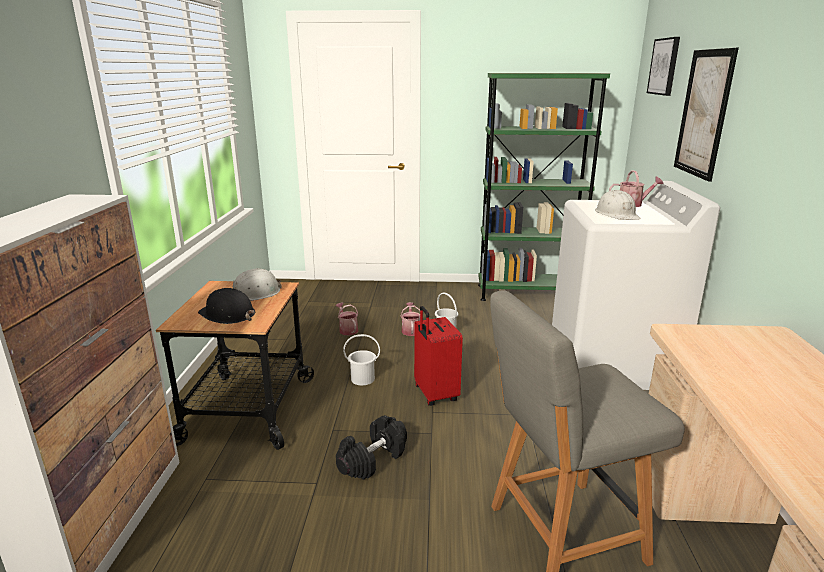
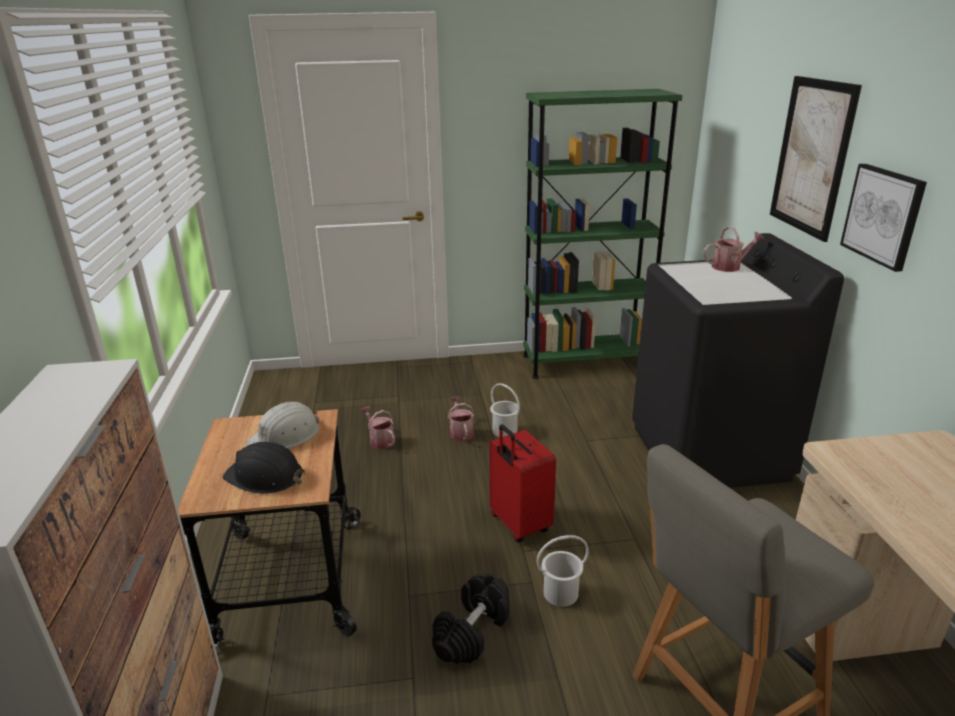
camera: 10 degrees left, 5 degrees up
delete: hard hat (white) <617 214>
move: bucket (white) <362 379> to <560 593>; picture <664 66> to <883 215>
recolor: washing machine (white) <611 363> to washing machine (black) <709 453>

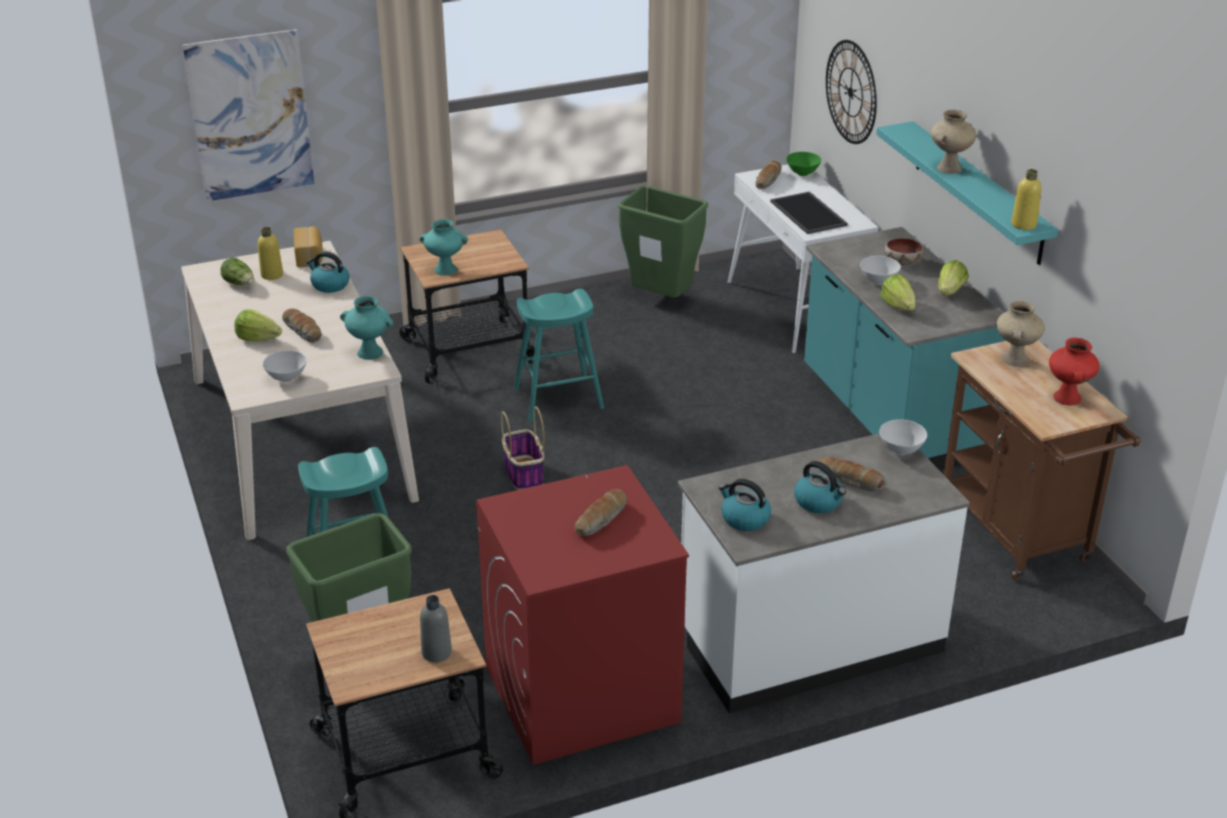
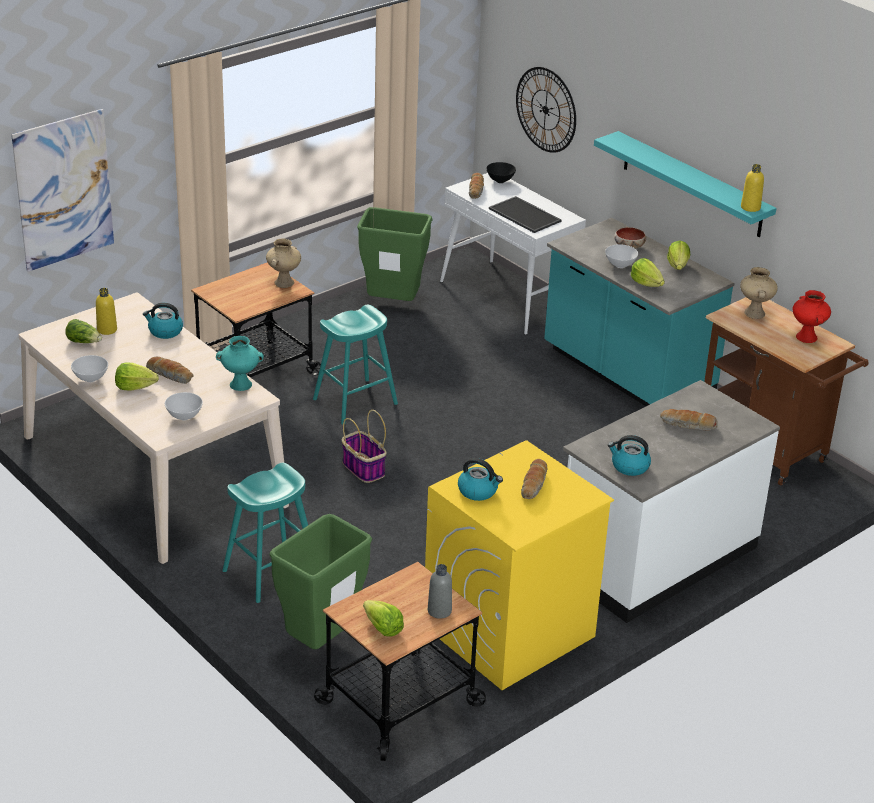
camera: 20 degrees left, 0 degrees up
delete: bread <309 256>; vase (turquoise) <445 270>
insert: lettuce <382 628>
move: kettle <819 502> to <478 491>; bowl (white) <900 451> to <90 379>; vase (beige) <949 168> to <284 282>
recolor: washing machine (red) <580 694> to washing machine (yellow) <508 631>; bowl (green) <803 173> to bowl (black) <500 181>

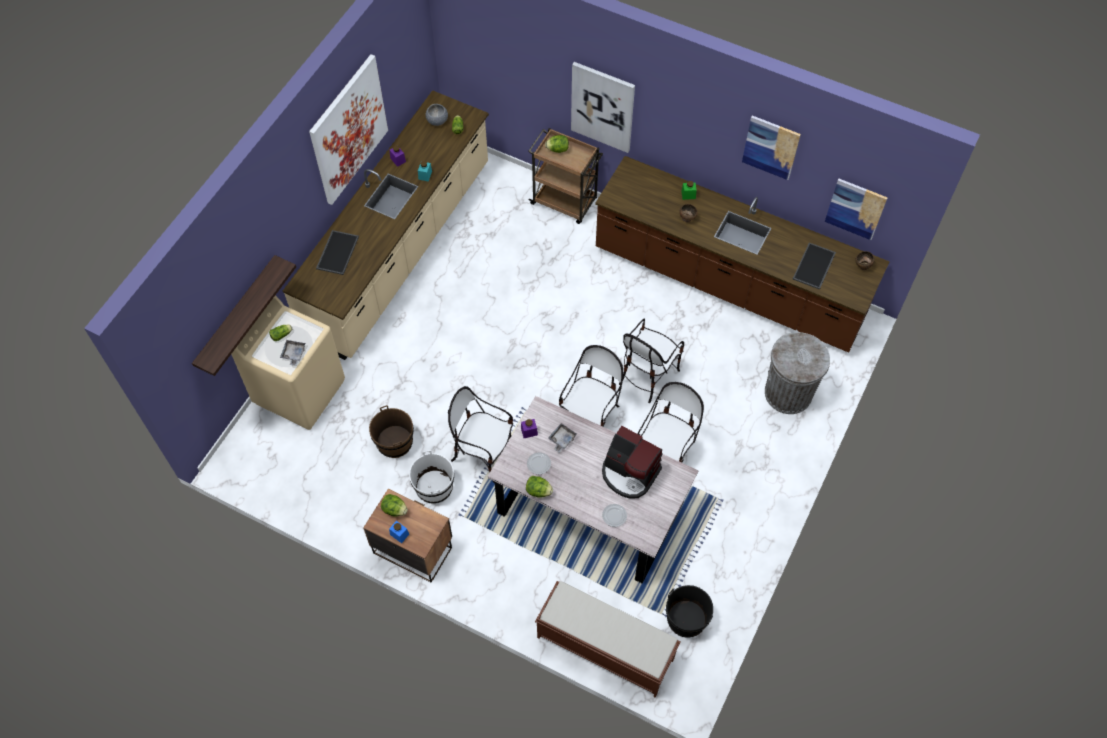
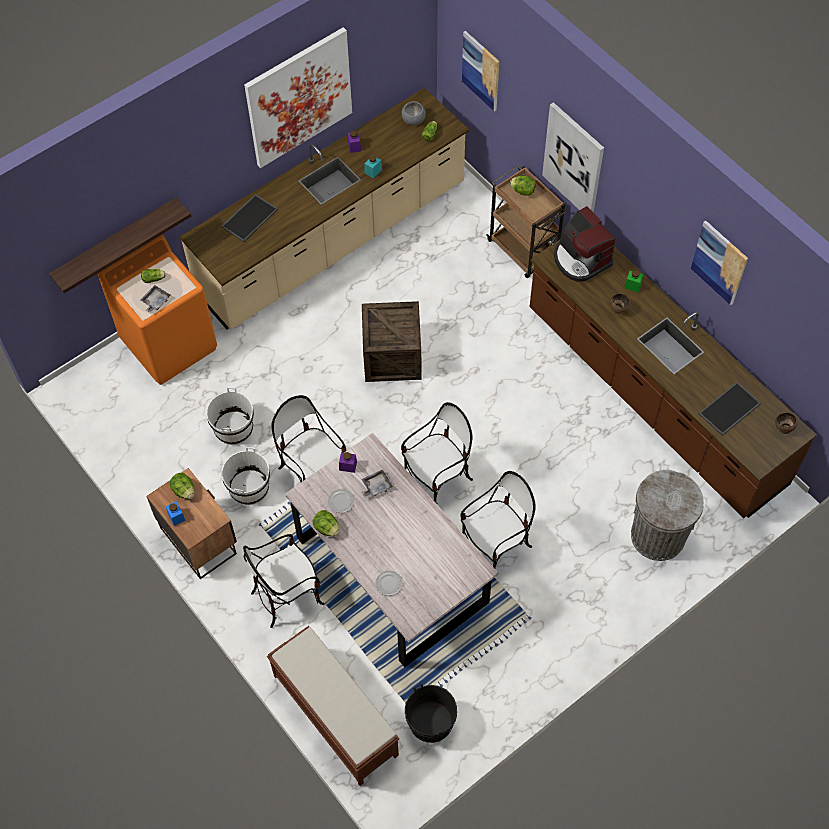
camera: 25 degrees right, 0 degrees up
insert: crate <392 356>
move: coffee machine <629 473> to <581 259>; chair <648 375> to <287 595>; picture <855 208> to <481 70>
recolor: washing machine (beige) <300 391> to washing machine (orange) <170 344>; bucket (brown) <394 442> to bucket (white) <233 428>

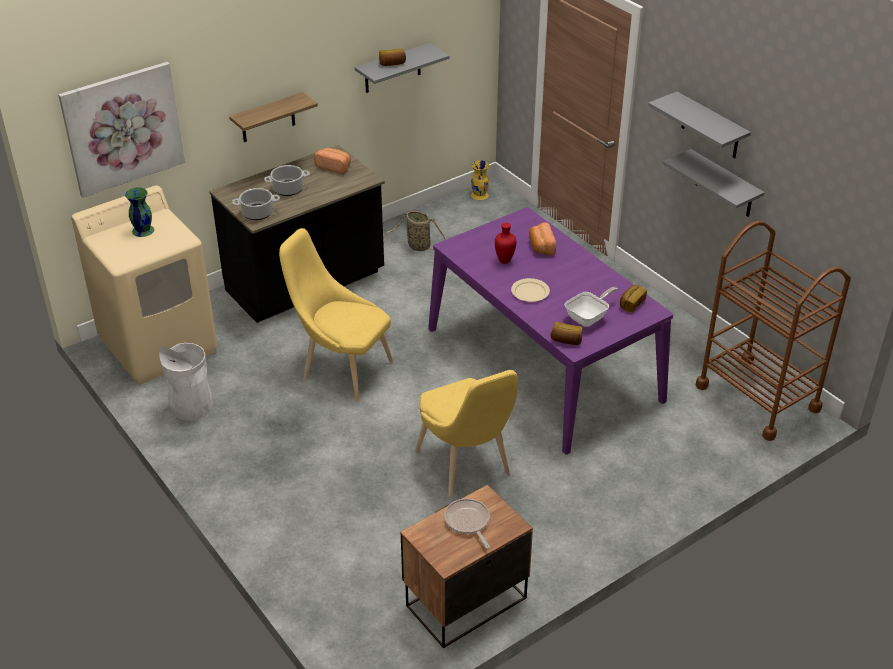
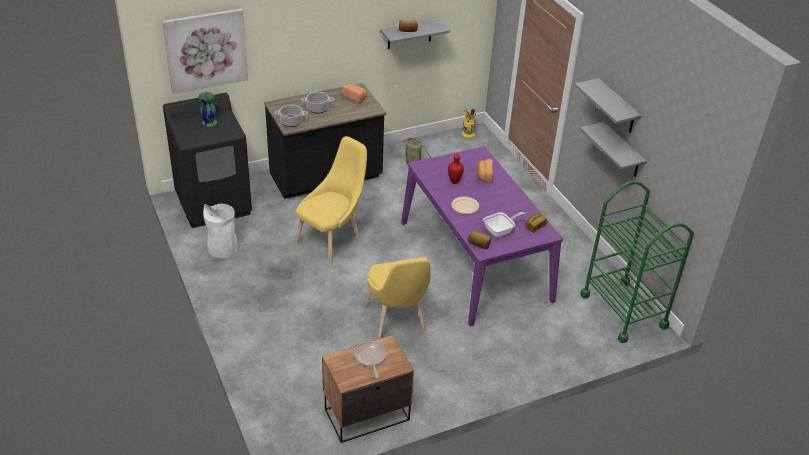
camera: 10 degrees right, 0 degrees up
delete: shelf <268 118>
recolor: washing machine (beige) <159 345> to washing machine (black) <214 203>; cart (brown) <757 397> to cart (green) <623 310>
rotate: chair (yellow) <342 369> = <332 240> 90 degrees clockwise

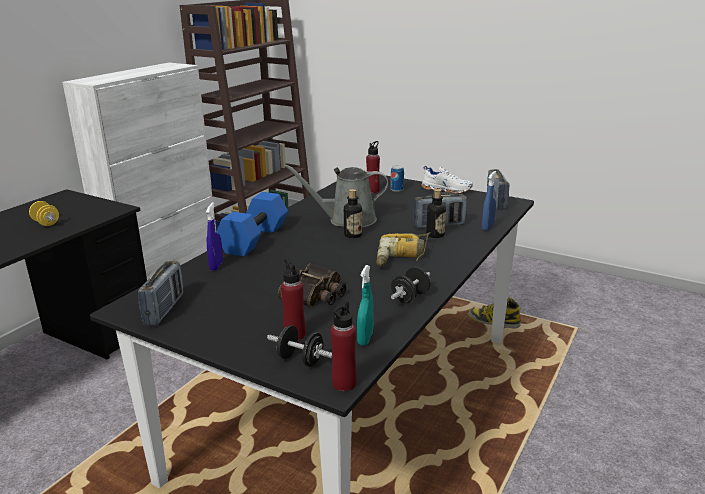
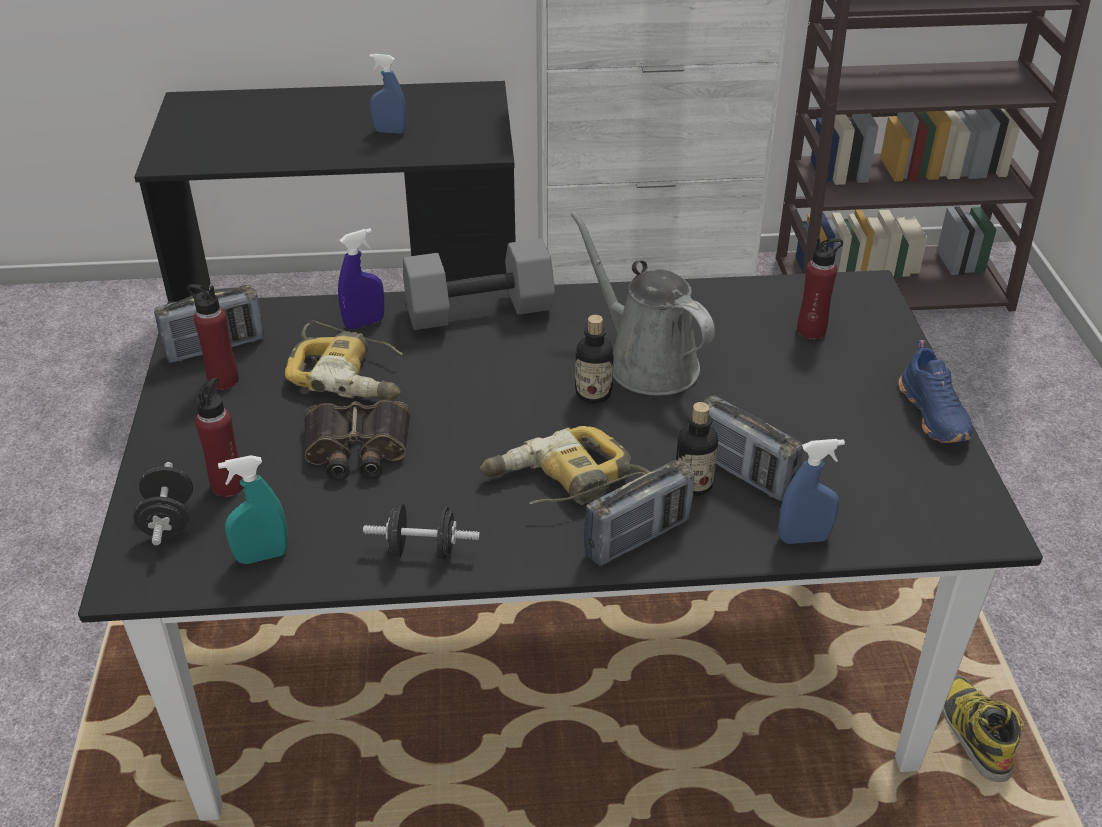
camera: 55 degrees right, 15 degrees up
delete: can <397 189>
insert: power drill <350 374>
move: bottle (red) <344 383> to <223 380>; radio <496 202> to <637 537>
replace: dumbbell (yellow) <46 223> to spray bottle (blue) <390 131>
recolor: dumbbell (blue) <253 238> to dumbbell (grey) <480 309>; shoe (white) <446 189> to shoe (blue) <935 414>

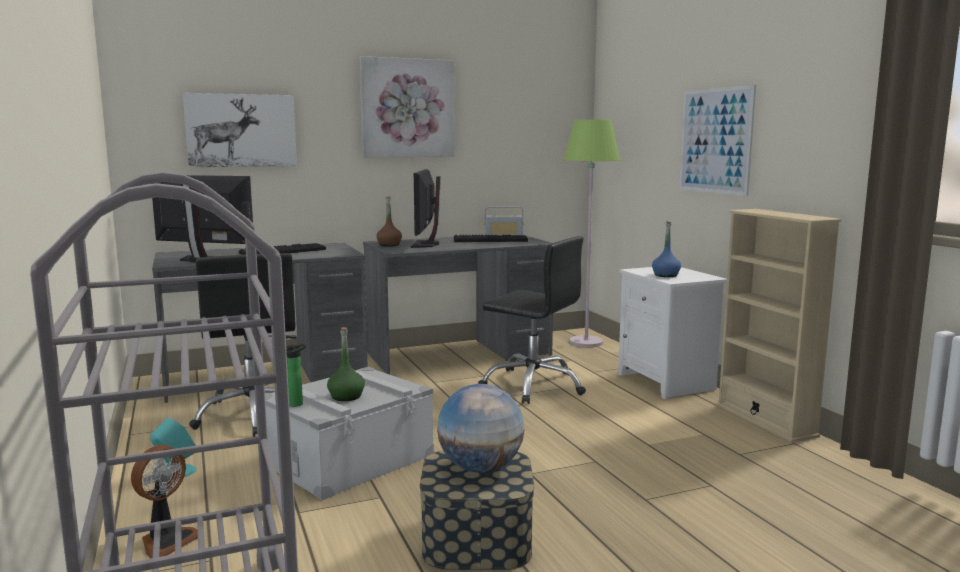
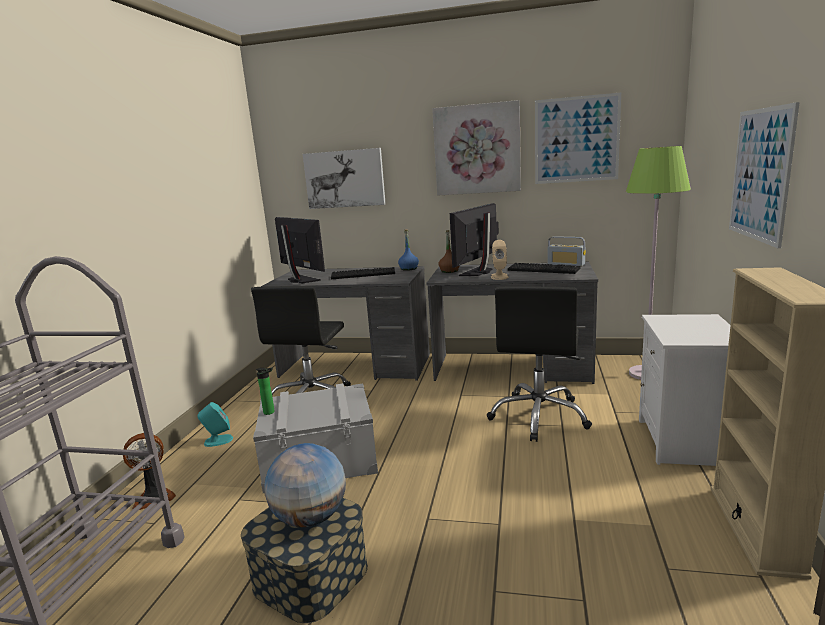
camera: 35 degrees right, 5 degrees up
delete: bottle (green) <346 396>
insert: speaker (beige) <499 276>; picture <576 139>
move: bottle (blue) <666 275> to <409 269>
rotate: office chair (black) <533 385> = <539 416> 45 degrees clockwise

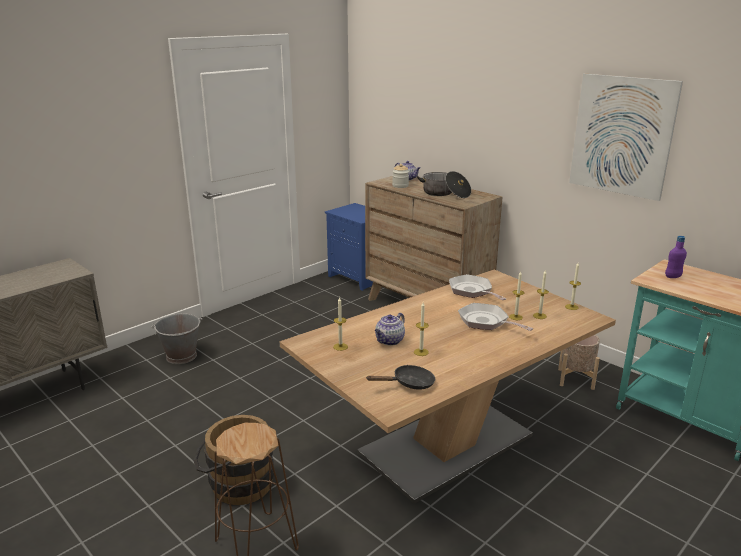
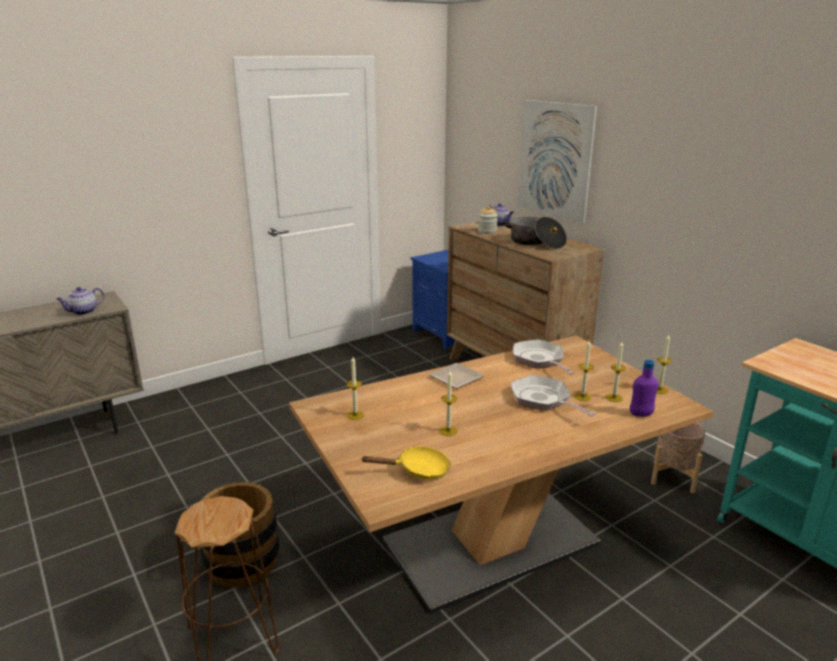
camera: 10 degrees right, 0 degrees up
delete: bucket (grey) <182 356>
insert: plate <456 379>
move: teapot <389 341> to <83 312>; picture <622 136> to <555 160>; bottle (purple) <673 277> to <641 414>
recolor: frying pan (black) <409 383> to frying pan (yellow) <418 470>

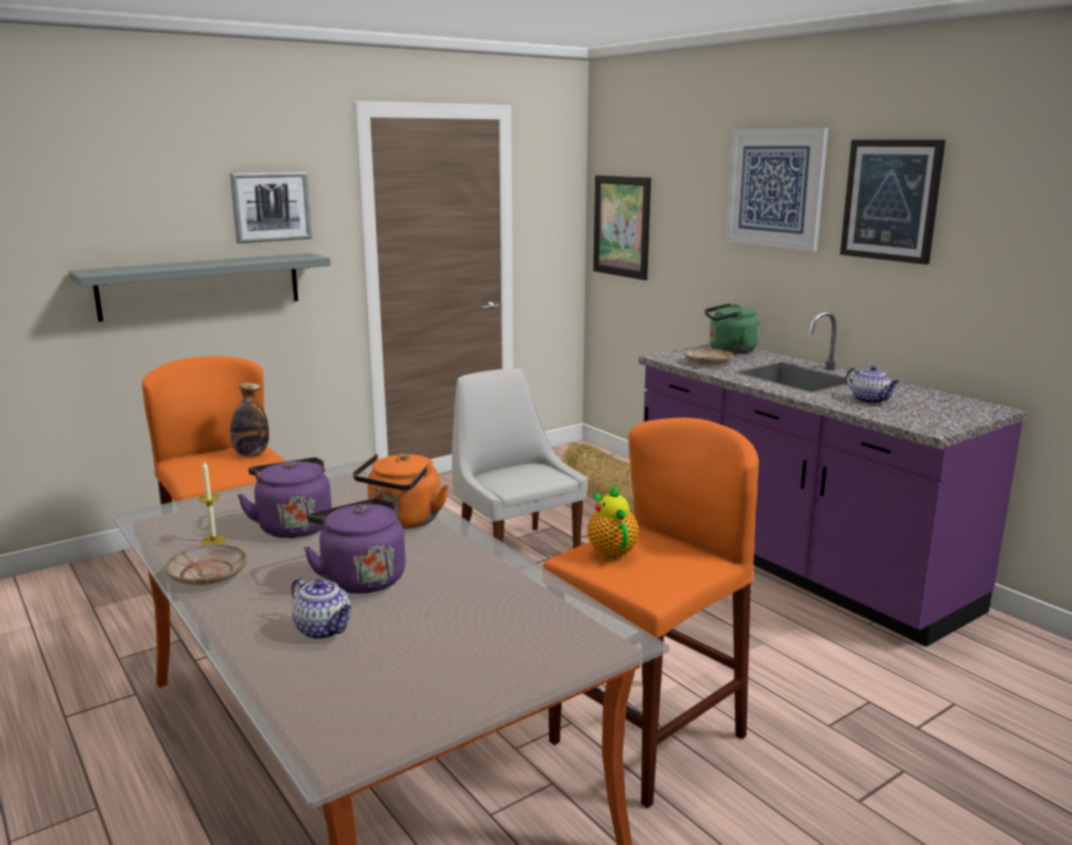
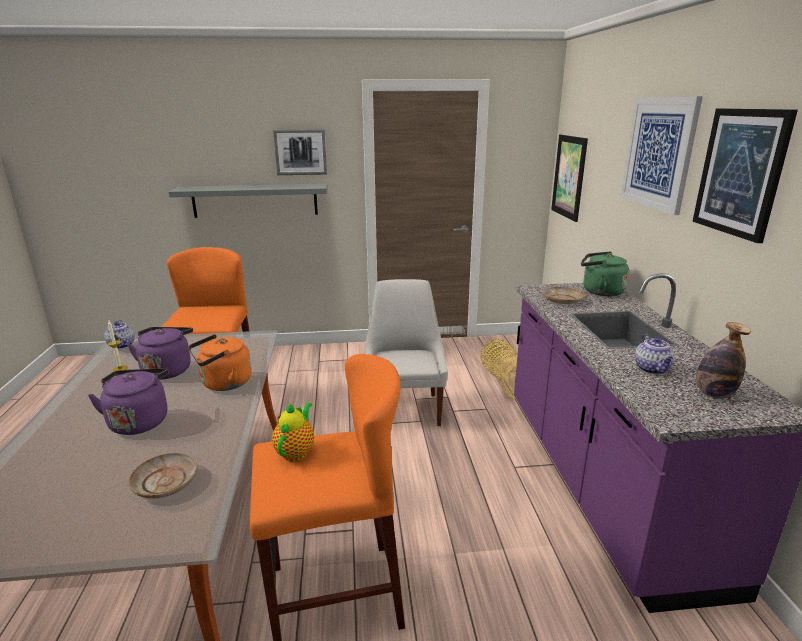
camera: 30 degrees right, 5 degrees up
move: plate (beige) <208 574> to <166 482>; bottle <251 454> to <713 394>; teapot <324 630> to <122 345>

